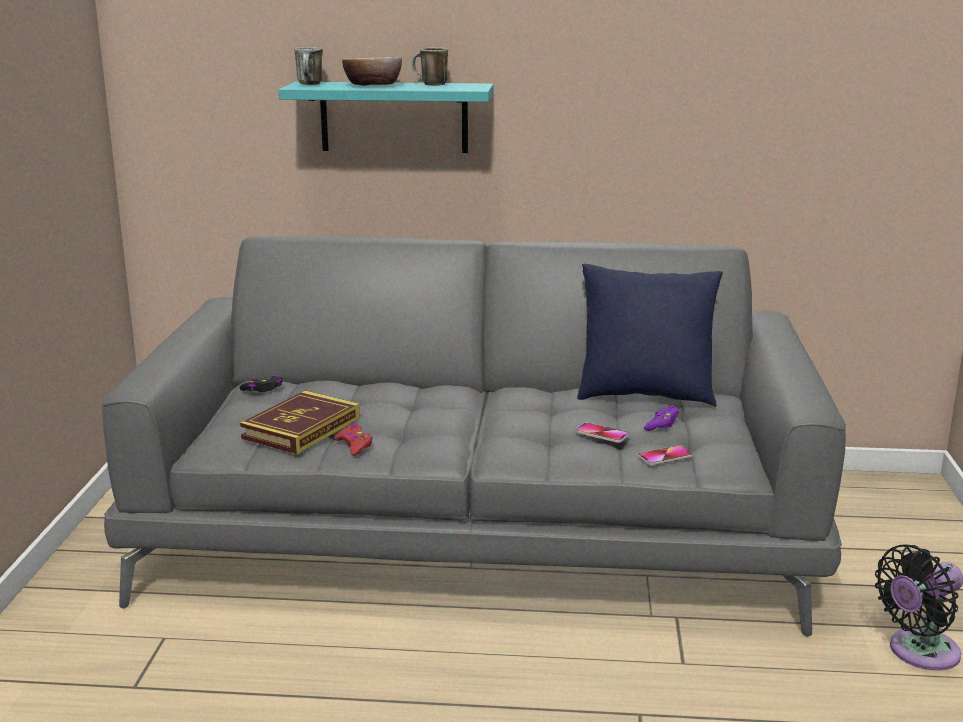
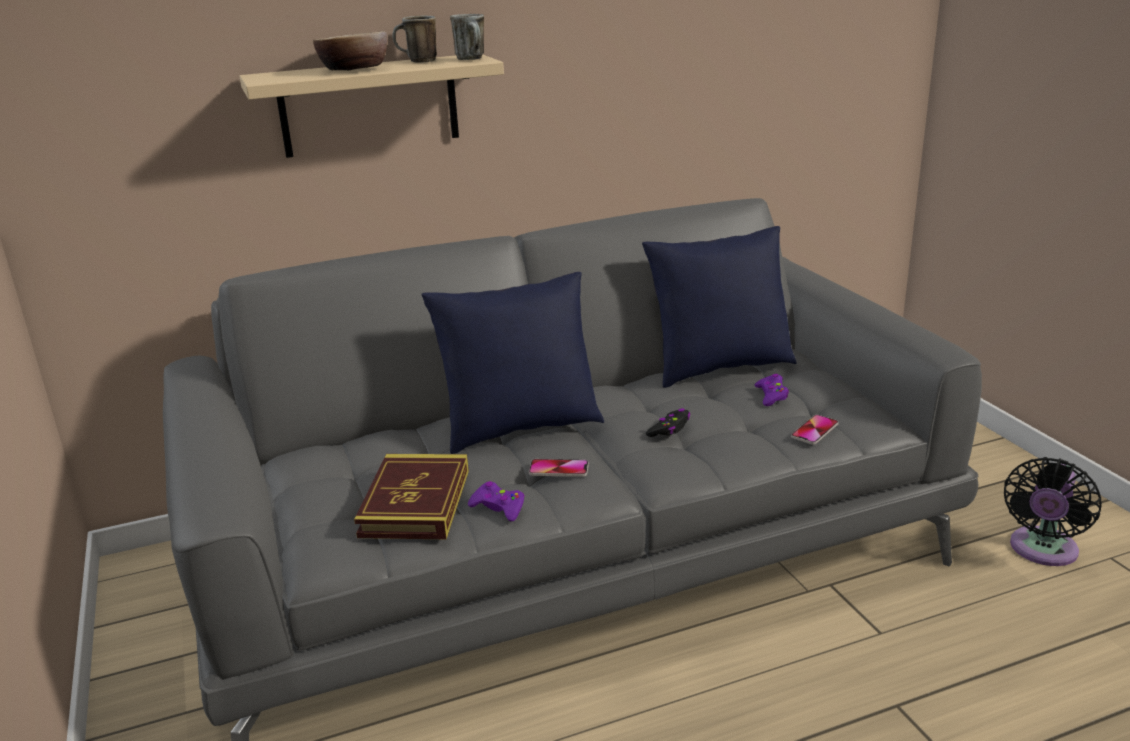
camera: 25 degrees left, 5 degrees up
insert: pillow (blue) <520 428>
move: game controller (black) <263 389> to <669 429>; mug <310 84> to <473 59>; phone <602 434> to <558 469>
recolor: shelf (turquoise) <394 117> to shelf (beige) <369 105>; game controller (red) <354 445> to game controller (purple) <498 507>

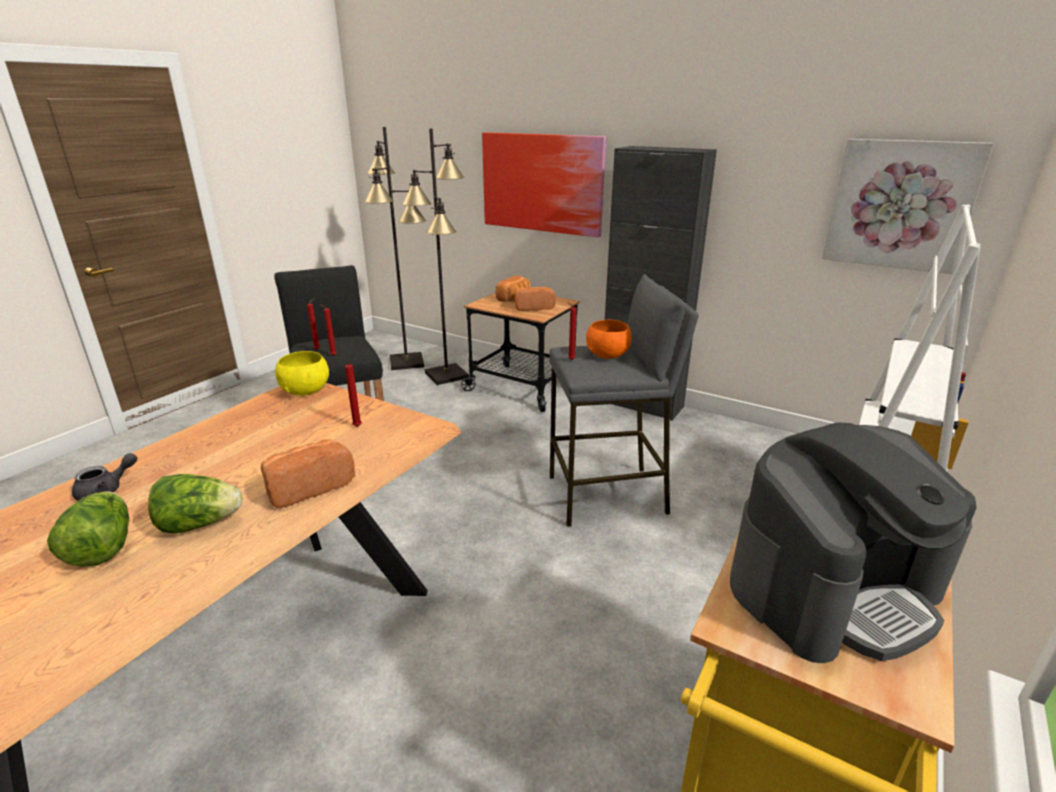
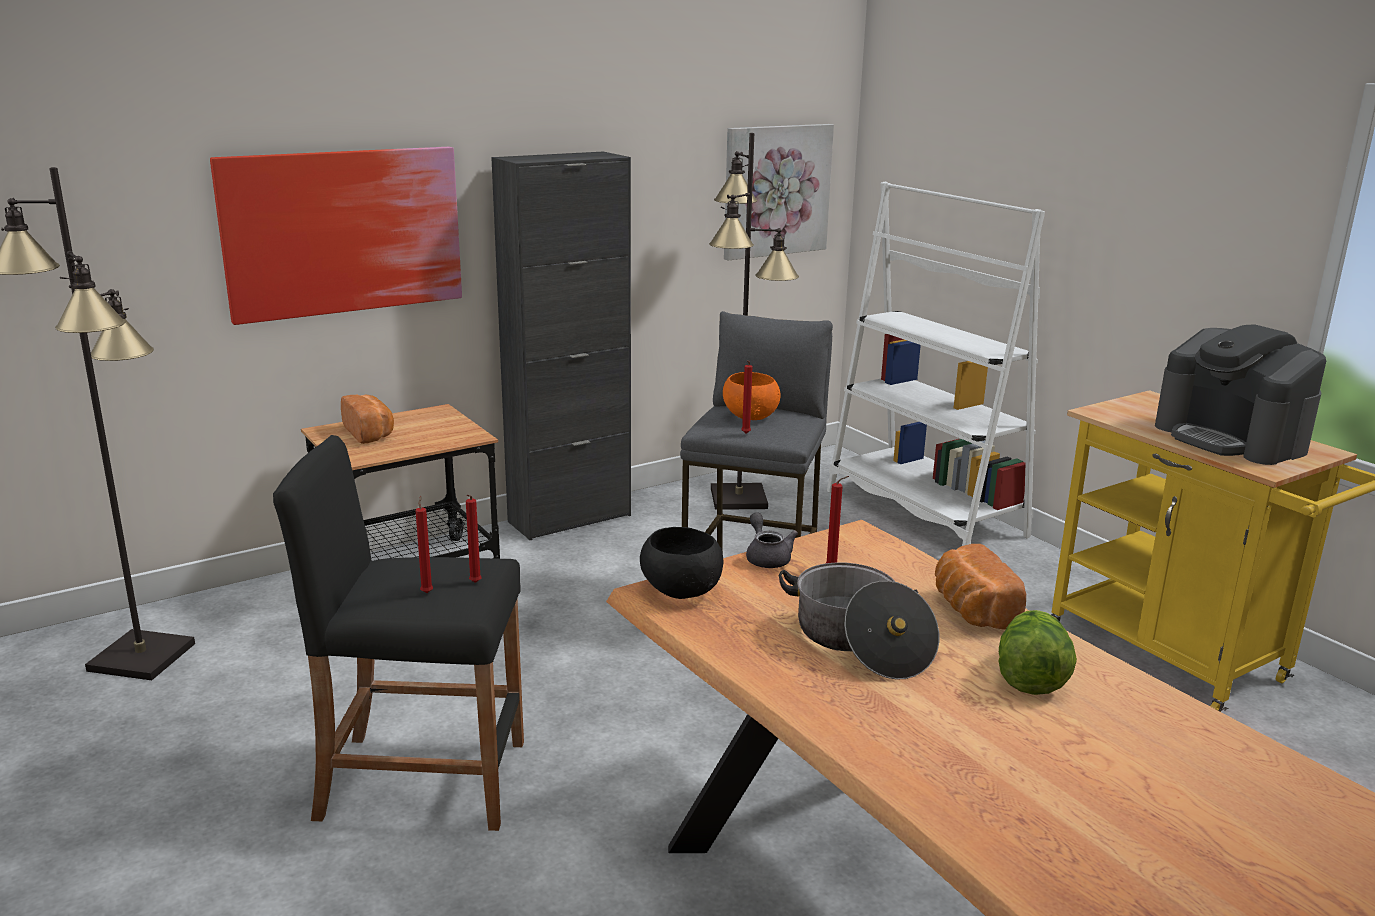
camera: 65 degrees left, 5 degrees down
delete: lettuce <103 548>; bread <533 307>
insert: cooking pot <859 642>
move: teapot (grey) <106 490> to <767 557>; floor lamp (black) <447 375> to <739 498>
recolor: bowl (yellow) <305 390> to bowl (black) <680 591>
rotate: coffee machine <833 588> = <1231 438> 150 degrees clockwise

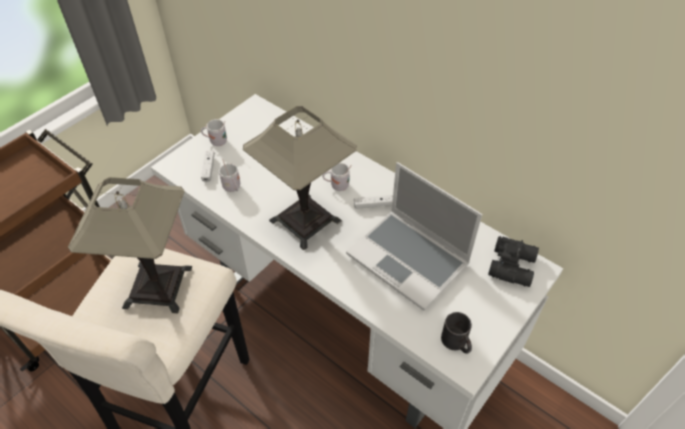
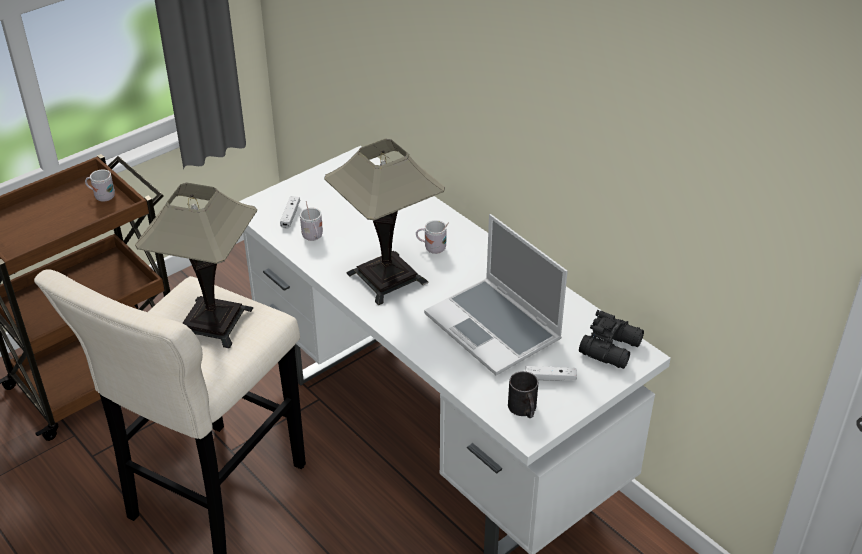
camera: 10 degrees right, 10 degrees down
move: mug (white) <216 141> to <102 196>; game controller (white) <373 205> to <550 378>

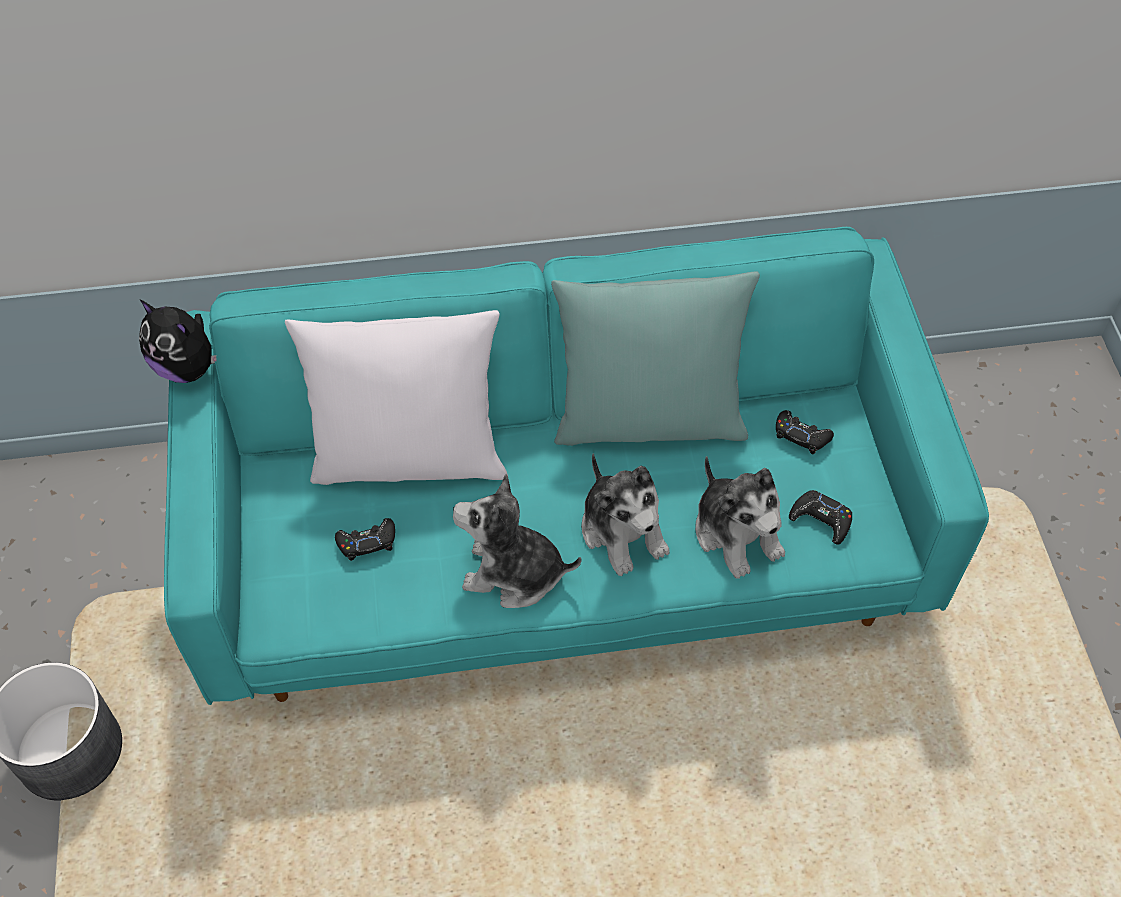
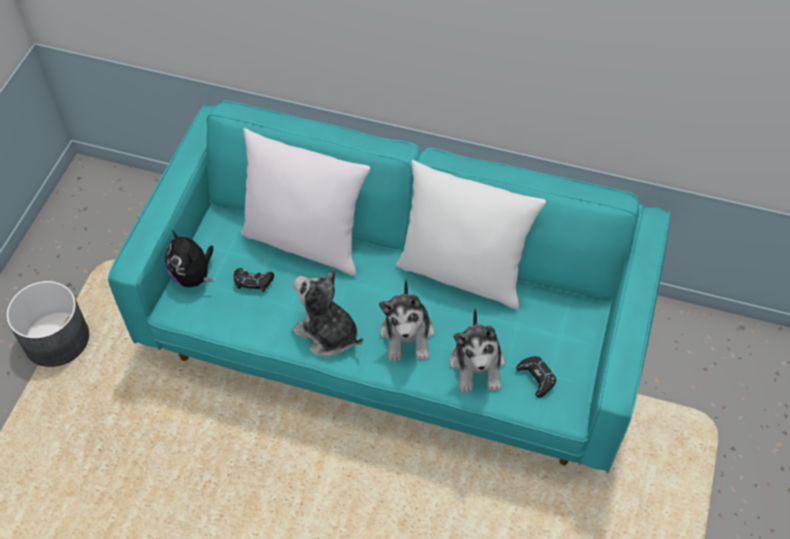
camera: 25 degrees right, 0 degrees up
delete: game controller (black) <801 436>
move: plush toy <188 367> to <193 276>
recolor: pillow (turquoise) <648 419> to pillow (white) <463 273>

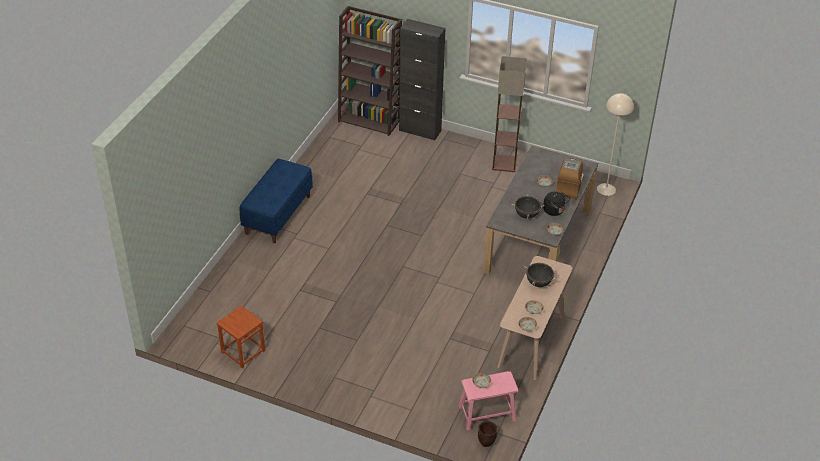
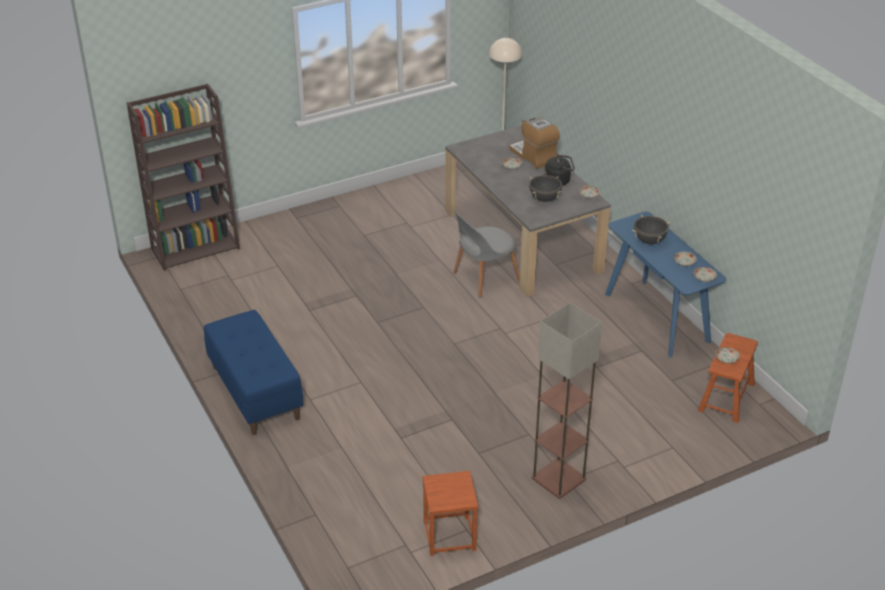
camera: 50 degrees left, 5 degrees down
delete: cabinet (black) <420 130>; planter (brown) <486 443>
insert: chair (grey) <484 278>
move: floor lamp <504 164> to <559 479>
recolor: stool (pink) <487 413> to stool (brown) <726 397>; console table (beige) <531 342> to console table (blue) <657 317>

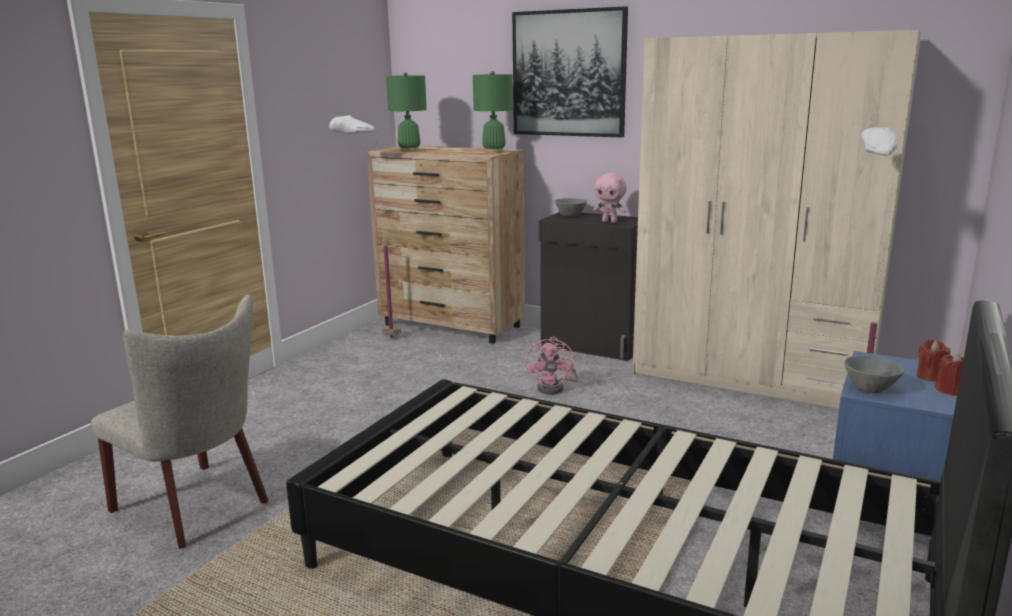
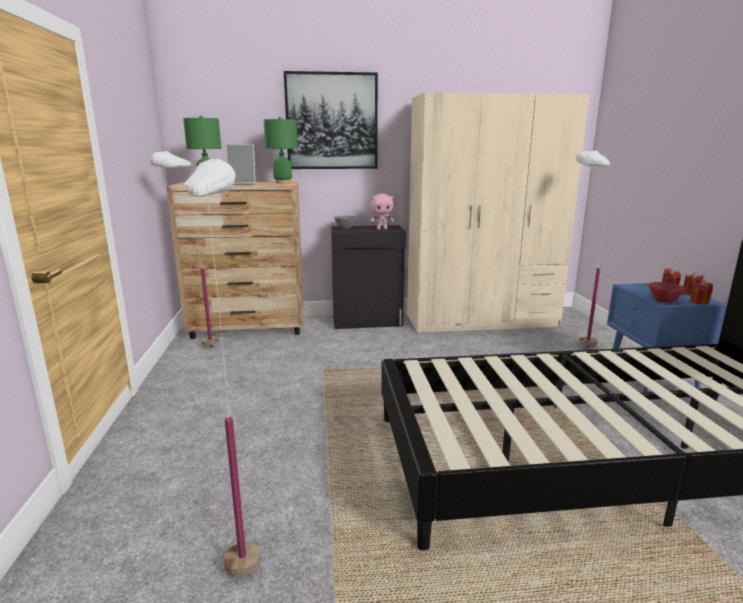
camera: 35 degrees left, 0 degrees up
delete: fan (pink) <555 388>
insert: picture frame <242 183>; candle (red) <699 302>
replace: chair (beige) <198 508> to floor lamp (white) <244 546>
recolor: bowl (grey) <871 389> to bowl (red) <665 300>

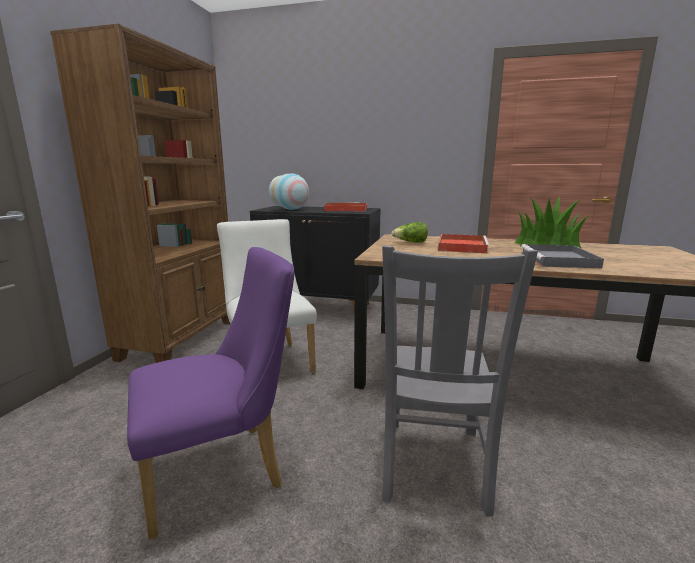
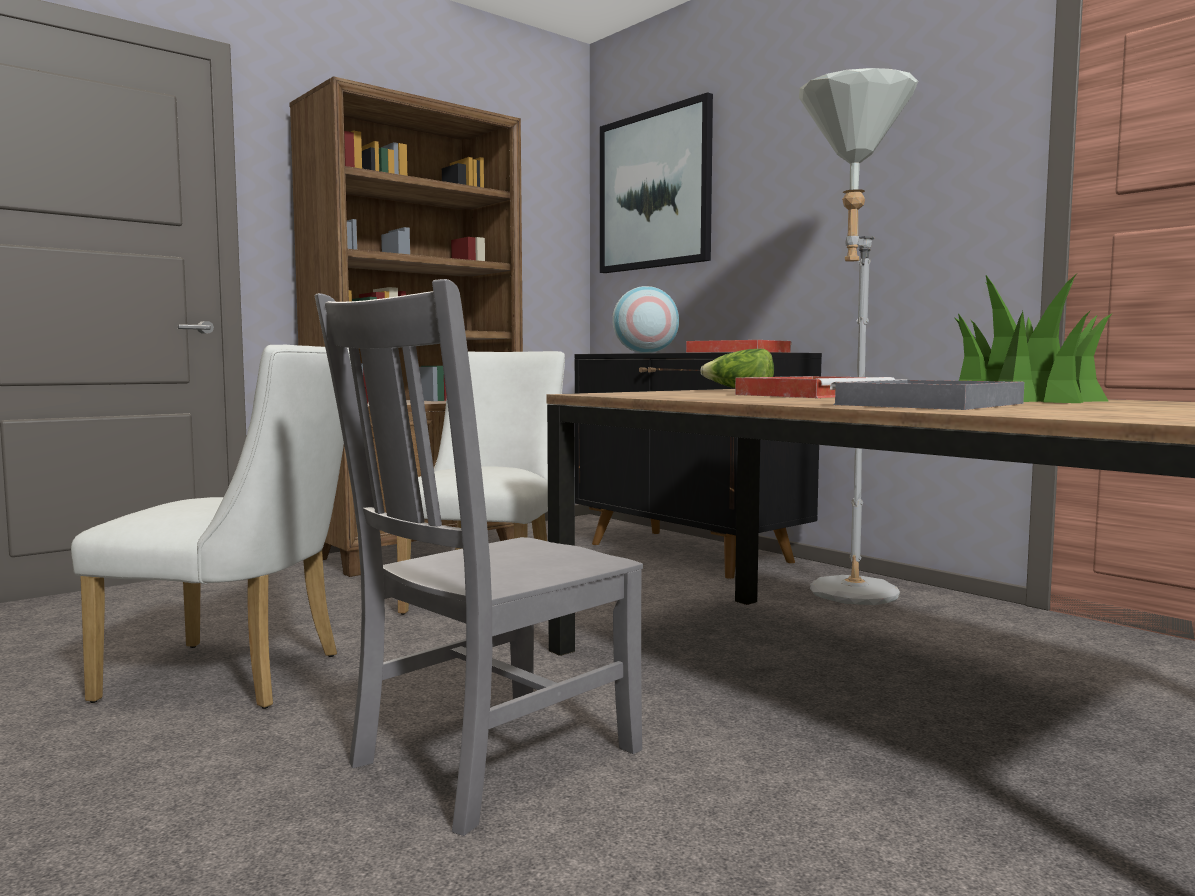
camera: 35 degrees right, 10 degrees down
insert: picture <654 190>; floor lamp (grey) <845 597>
recolor: chair (purple) <223 470> to chair (white) <240 677>

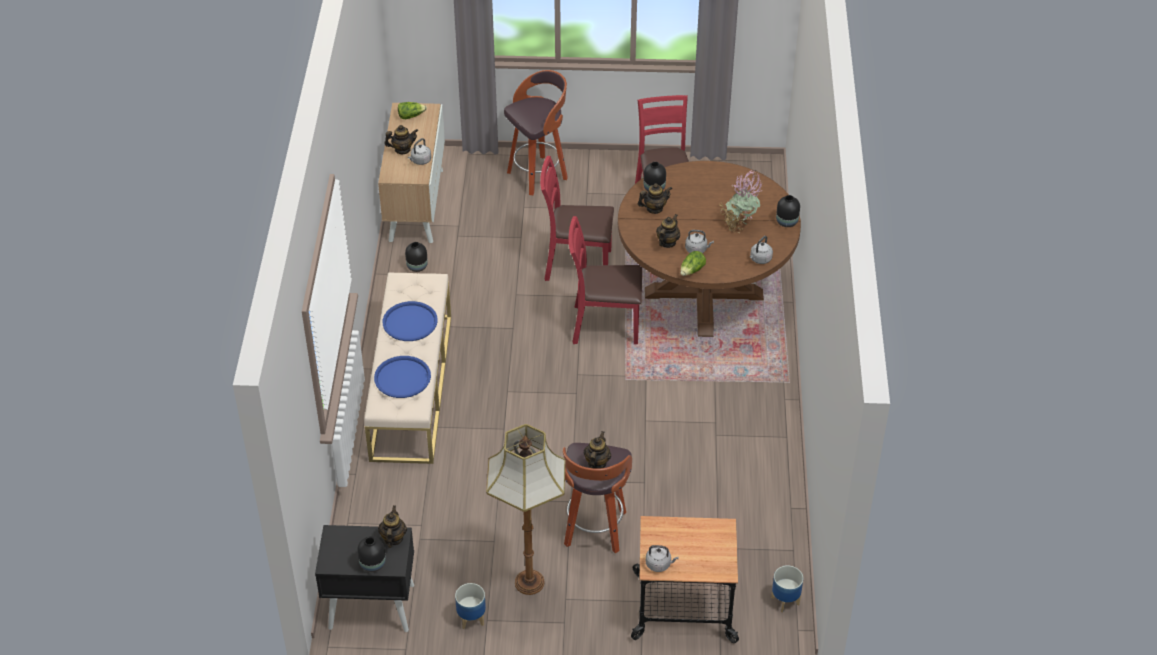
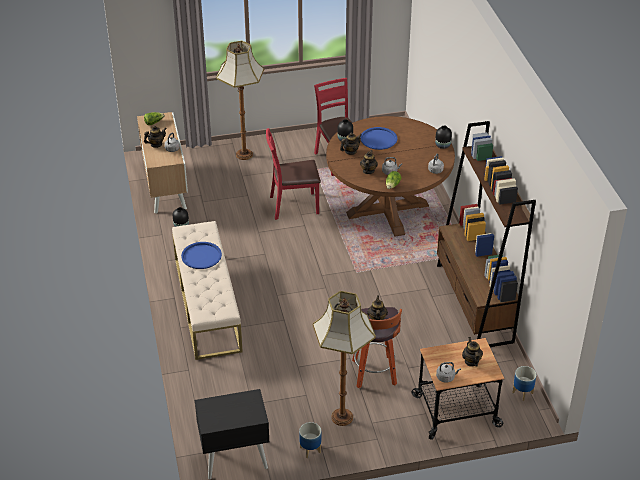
camera: 15 degrees left, 5 degrees down
delete: vase (black) <373 564>; chair (red) <604 325>; potted plant <739 225>
insert: bookcase (brown) <474 303>
move: tray (blue) <402 378> to <378 139>; teapot <393 538> to <471 361>
replace: stool <538 175> to floor lamp <244 154>

